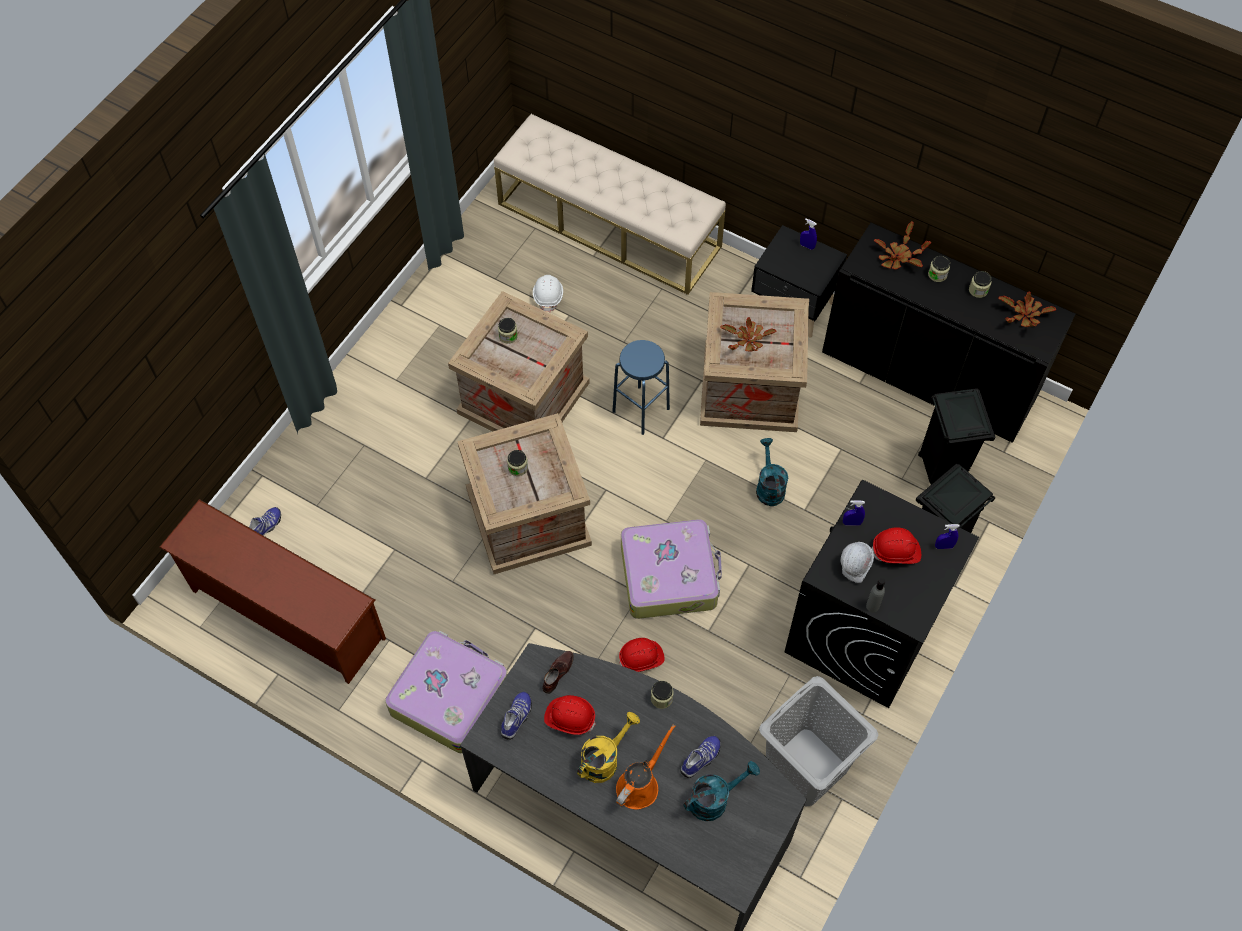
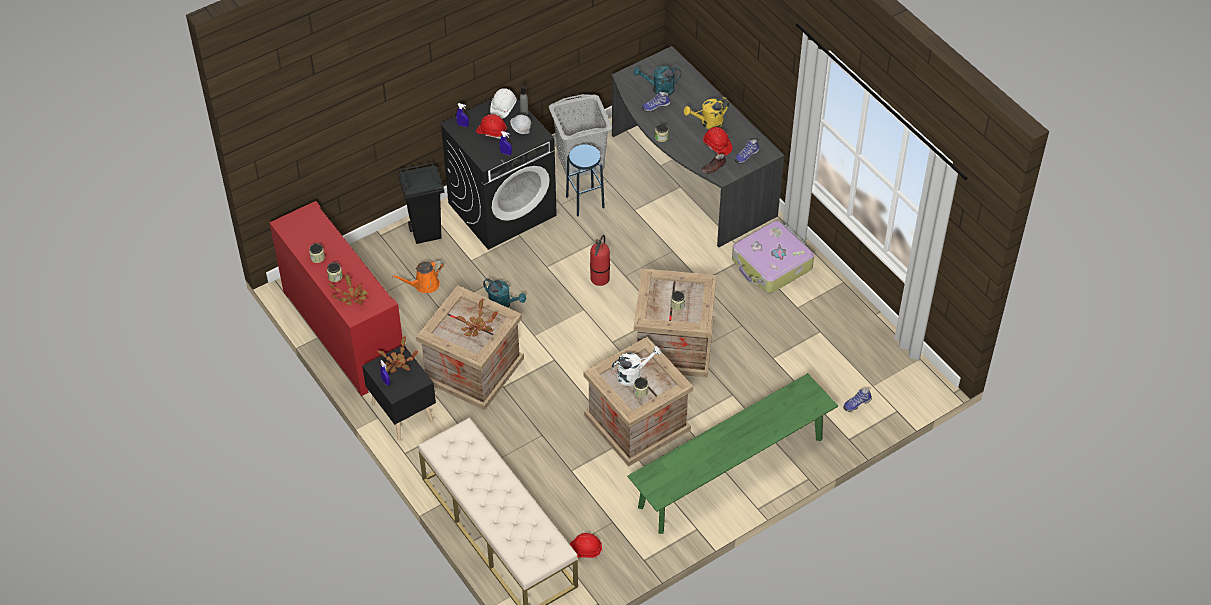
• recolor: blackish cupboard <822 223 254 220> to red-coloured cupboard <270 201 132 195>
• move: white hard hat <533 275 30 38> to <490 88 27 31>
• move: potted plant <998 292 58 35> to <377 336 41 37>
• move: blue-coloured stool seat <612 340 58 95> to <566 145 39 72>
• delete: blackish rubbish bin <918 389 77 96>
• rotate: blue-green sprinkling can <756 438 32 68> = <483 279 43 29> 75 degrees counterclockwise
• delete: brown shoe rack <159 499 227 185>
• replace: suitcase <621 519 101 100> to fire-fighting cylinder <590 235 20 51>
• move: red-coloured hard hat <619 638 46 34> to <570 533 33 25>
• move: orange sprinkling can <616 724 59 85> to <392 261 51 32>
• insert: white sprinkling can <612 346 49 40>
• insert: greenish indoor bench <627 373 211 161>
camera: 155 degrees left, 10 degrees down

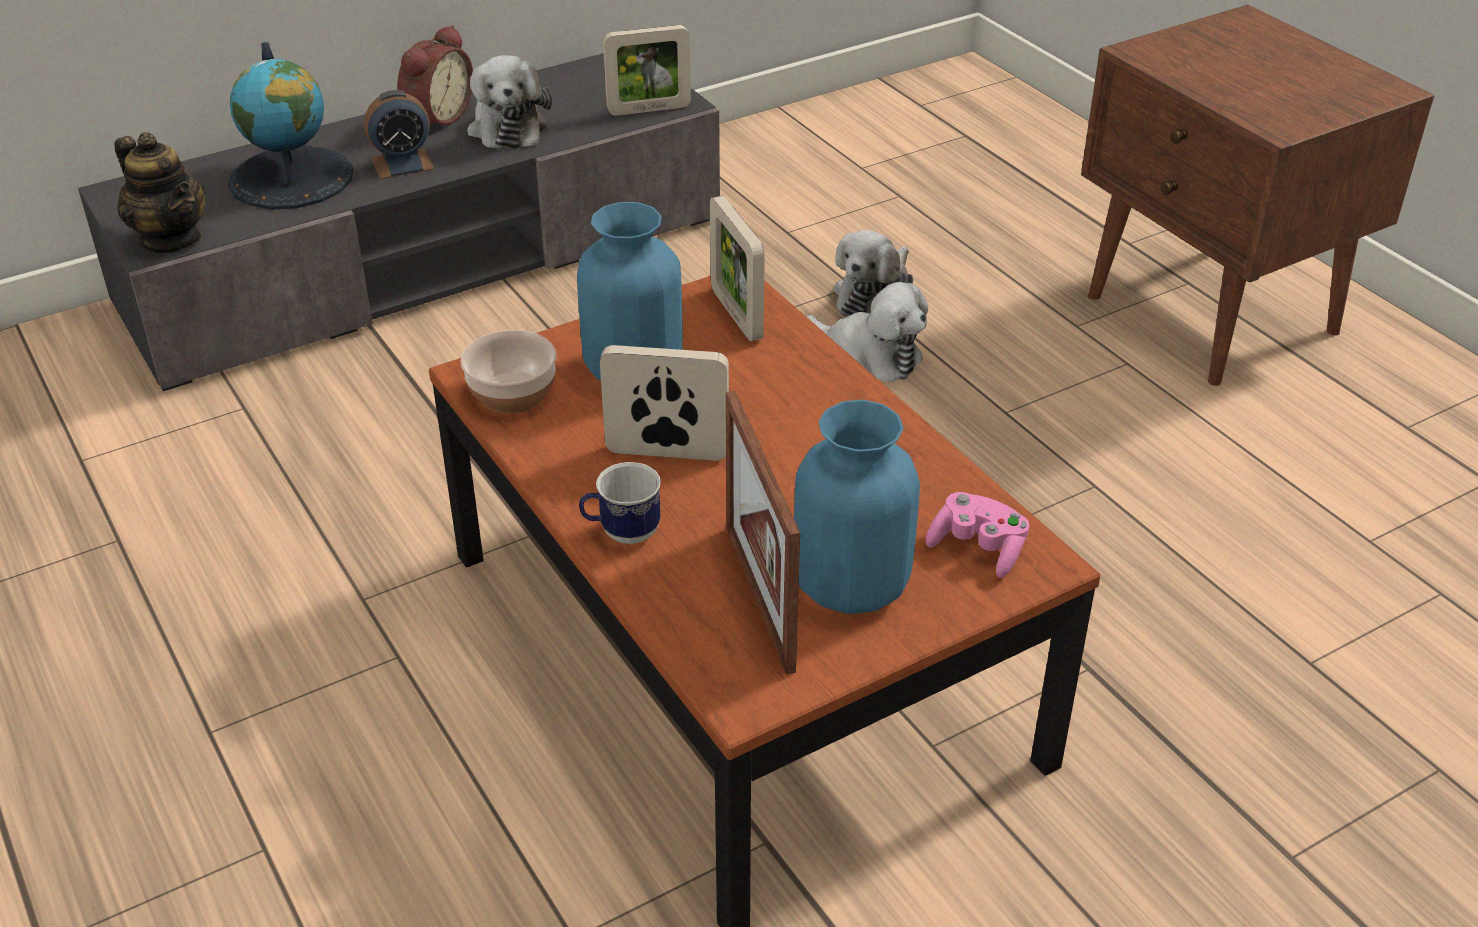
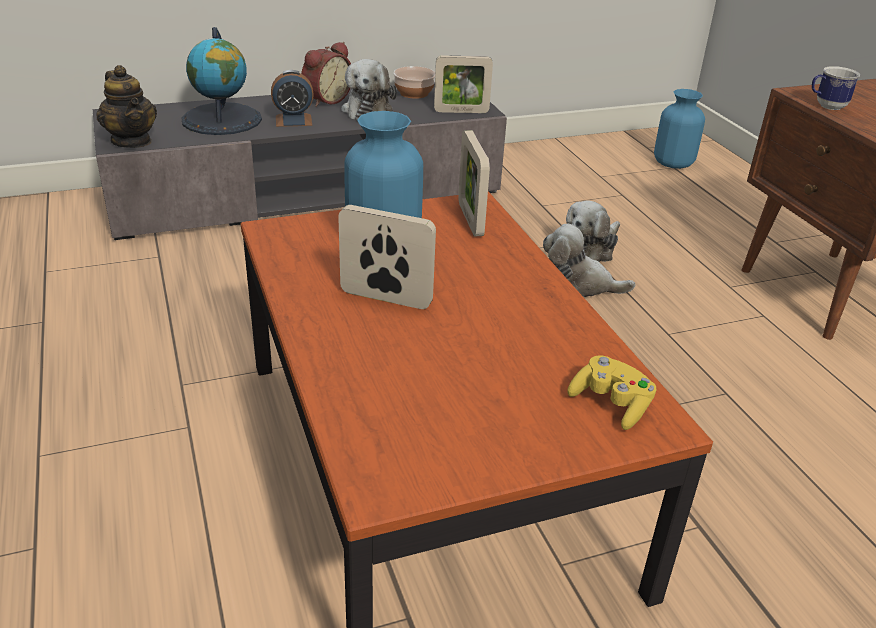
• rotate: cuddly toy <806 282 122 100> = <543 224 92 73> 150 degrees clockwise
• move: deep dish <460 330 96 84> to <393 66 42 33>
• delete: photo frame <726 391 74 284>
• move: blue-coloured vase <794 400 126 214> to <654 89 51 80>
• move: coffee mug <579 462 82 82> to <812 66 48 44>
• recolor: pink-coloured game controller <926 492 103 86> to yellow game controller <567 355 89 75>
camera: 10 degrees right, 5 degrees down

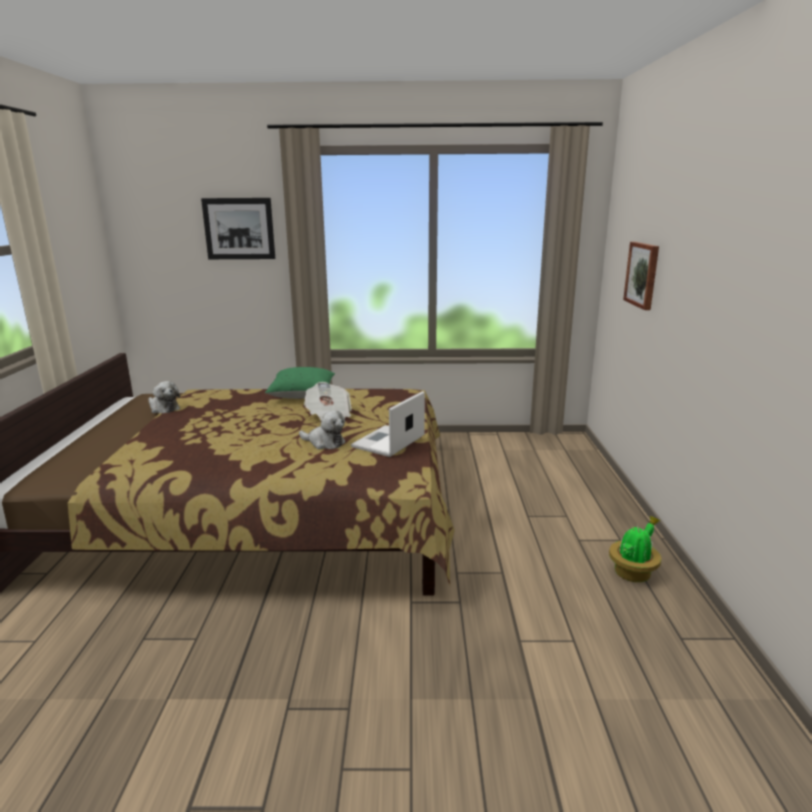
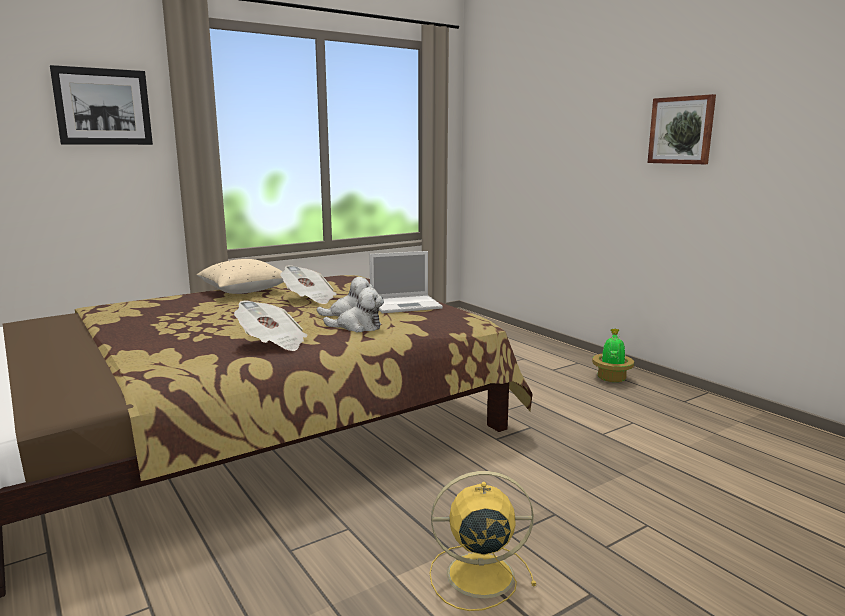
• move: wall picture <623 242 36 68> to <647 94 69 70>
• recolor: greenish throw pillow <265 367 70 32> to sand-coloured throw pillow <197 259 87 35>
• move: cuddly toy <149 381 31 32> to <323 287 61 45>
• rotate: notebook computer <351 391 74 66> = <369 251 74 62> 105 degrees counterclockwise
• insert: newspaper <234 300 73 51>
• insert: yellow cooling fan <430 471 106 140>
camera: 35 degrees left, 5 degrees down

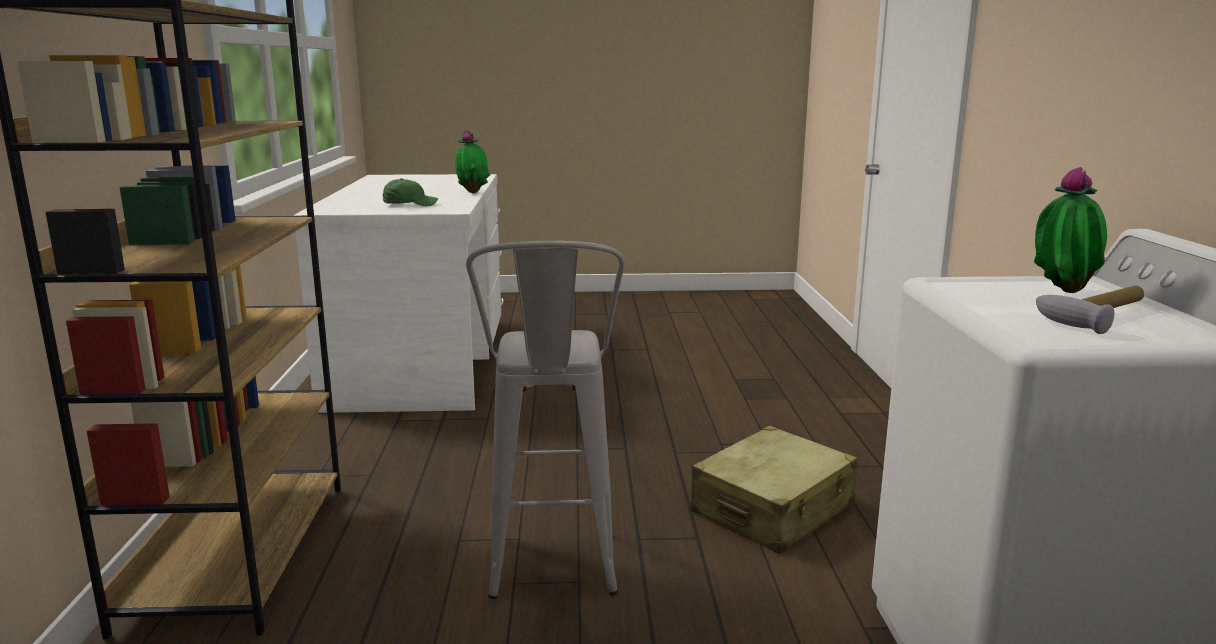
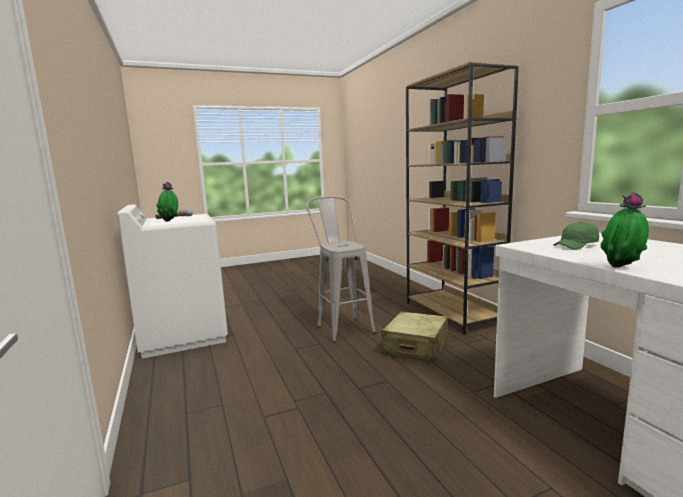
• move: sand-coloured suitcase <690 426 168 128> to <382 311 66 51>
camera: 160 degrees right, 5 degrees down

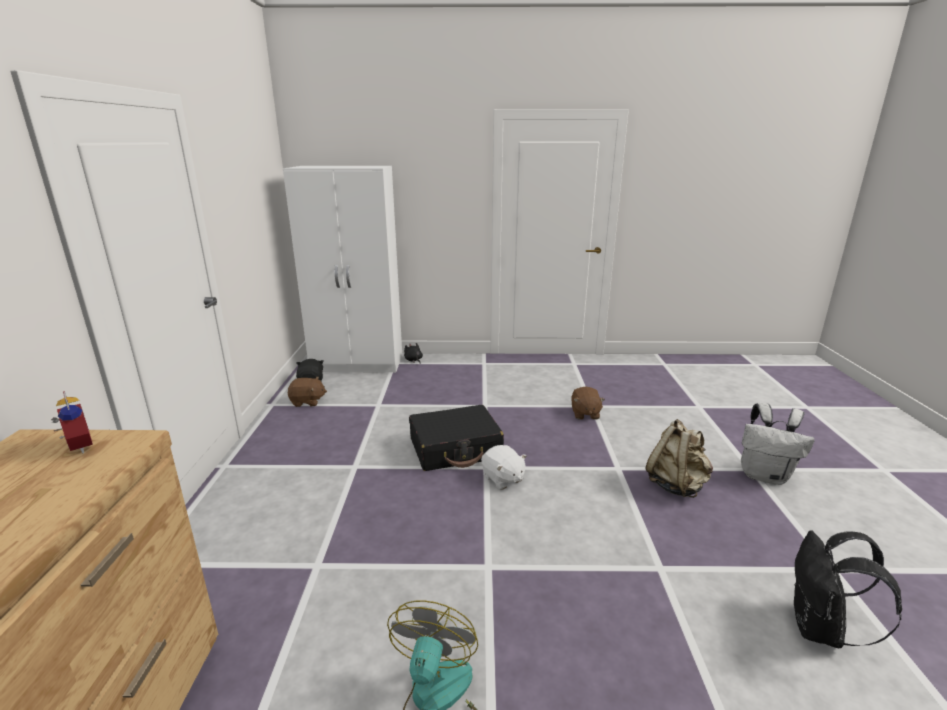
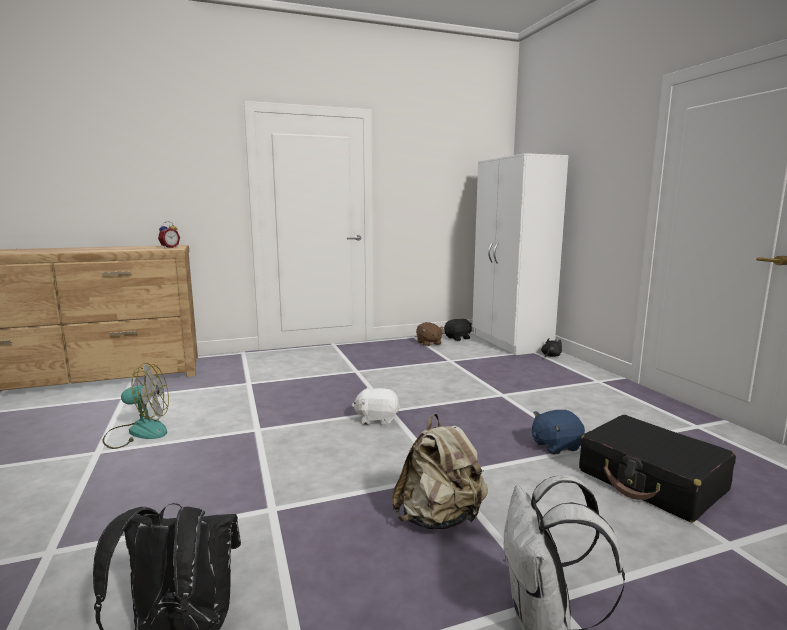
• recolor: brown cuddly toy <571 387 34 33> to blue-coloured cuddly toy <532 410 53 45>
• move: blackish suitcase <409 405 95 66> to <579 415 157 107>
• rotate: white cuddly toy <481 445 46 44> = <352 387 48 39> 60 degrees clockwise
camera: 70 degrees right, 10 degrees down

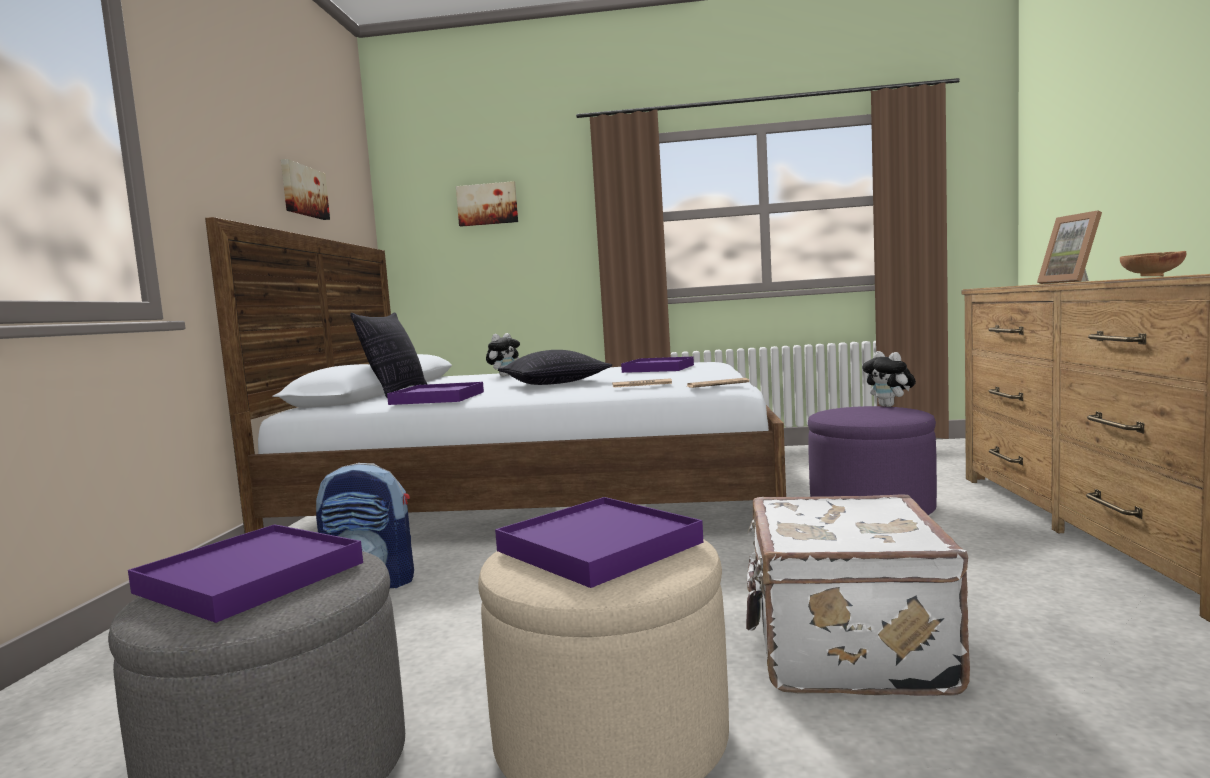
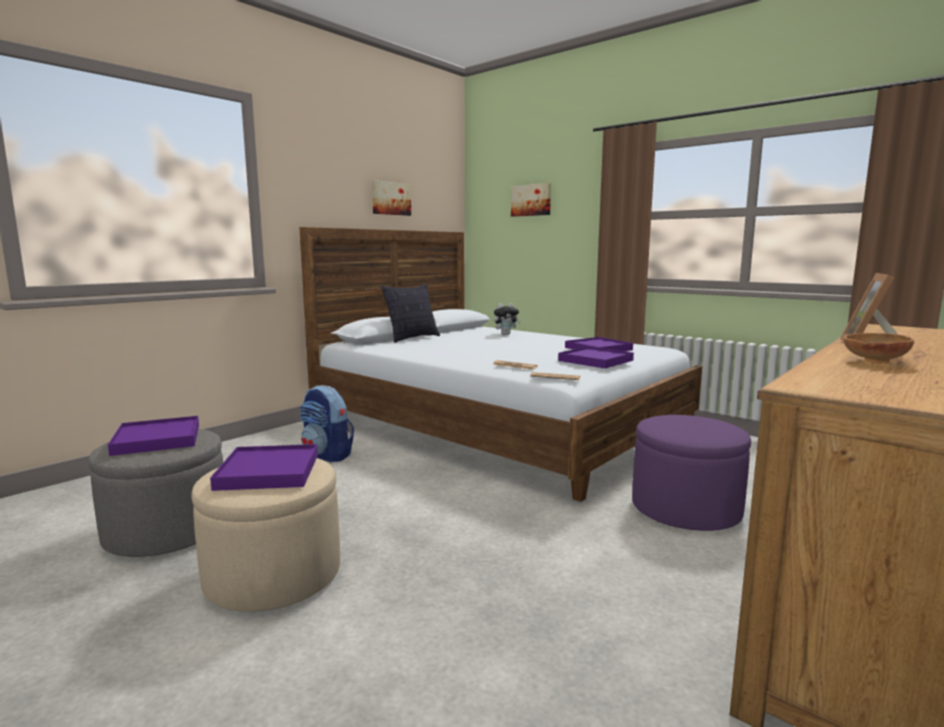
• delete: throw pillow <498 350 114 35>
• delete: cuddly toy <862 351 54 56>
• move: purple tray <387 382 97 23> to <558 346 76 22>
• delete: white suitcase <746 494 224 202>
camera: 35 degrees right, 5 degrees up

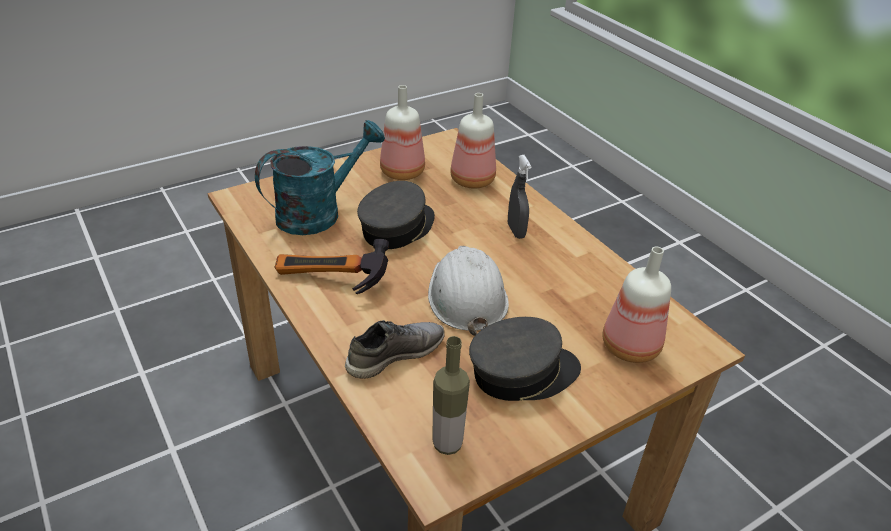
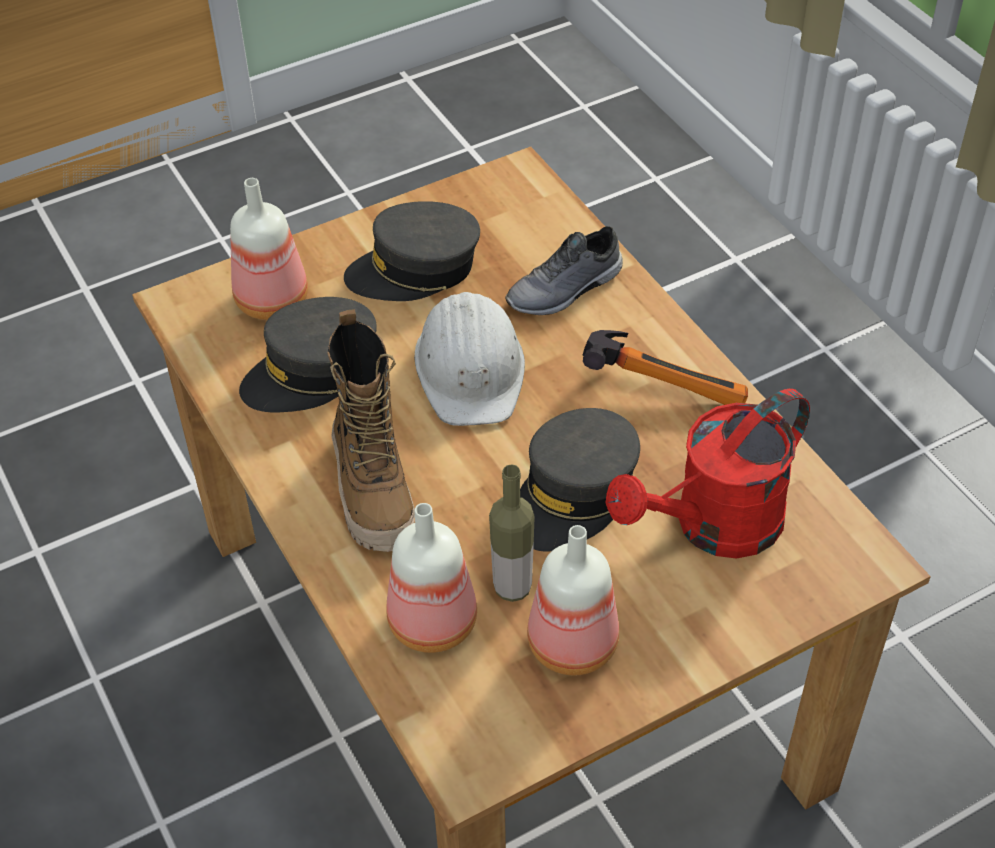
• recolor: blue-green sprinkling can <255 120 130 115> to red-coloured sprinkling can <605 389 205 170>
• replace: grey hand sprayer <508 155 24 84> to high-top boot <327 309 88 243>
• move: beverage bottle <432 336 38 119> to <489 464 46 138>
• insert: grey baseball cap <239 297 138 115>
camera: 175 degrees left, 10 degrees up

